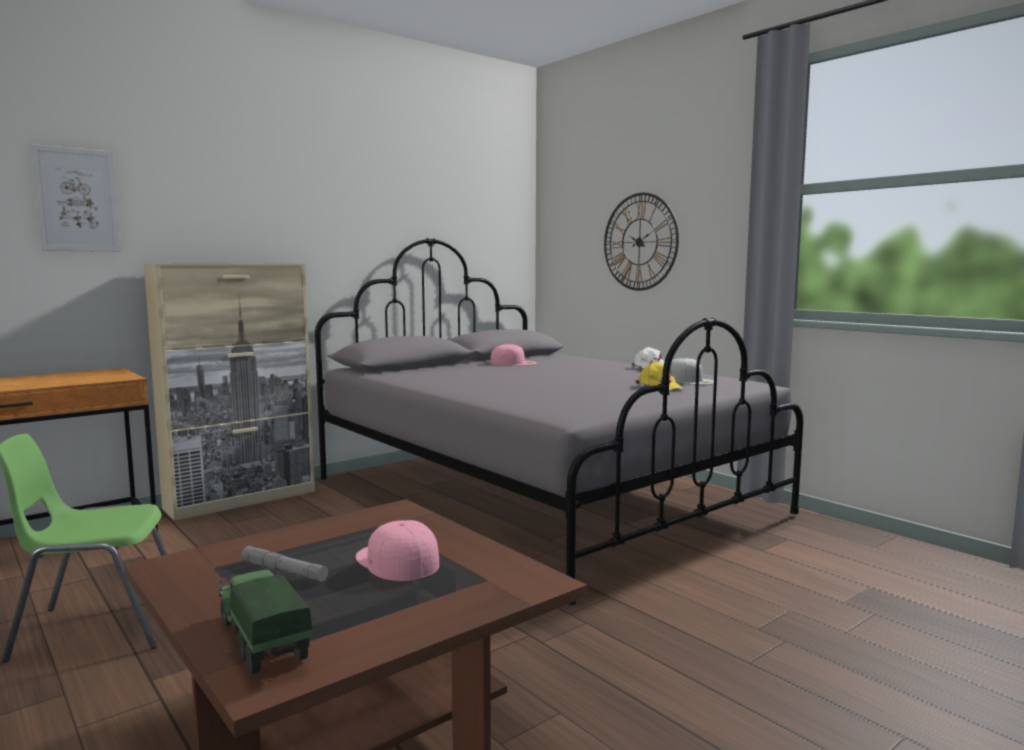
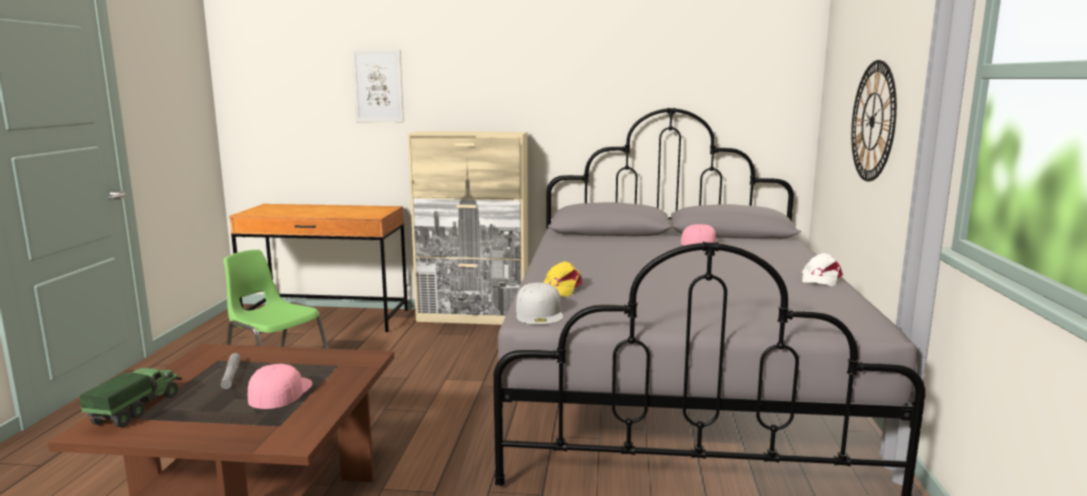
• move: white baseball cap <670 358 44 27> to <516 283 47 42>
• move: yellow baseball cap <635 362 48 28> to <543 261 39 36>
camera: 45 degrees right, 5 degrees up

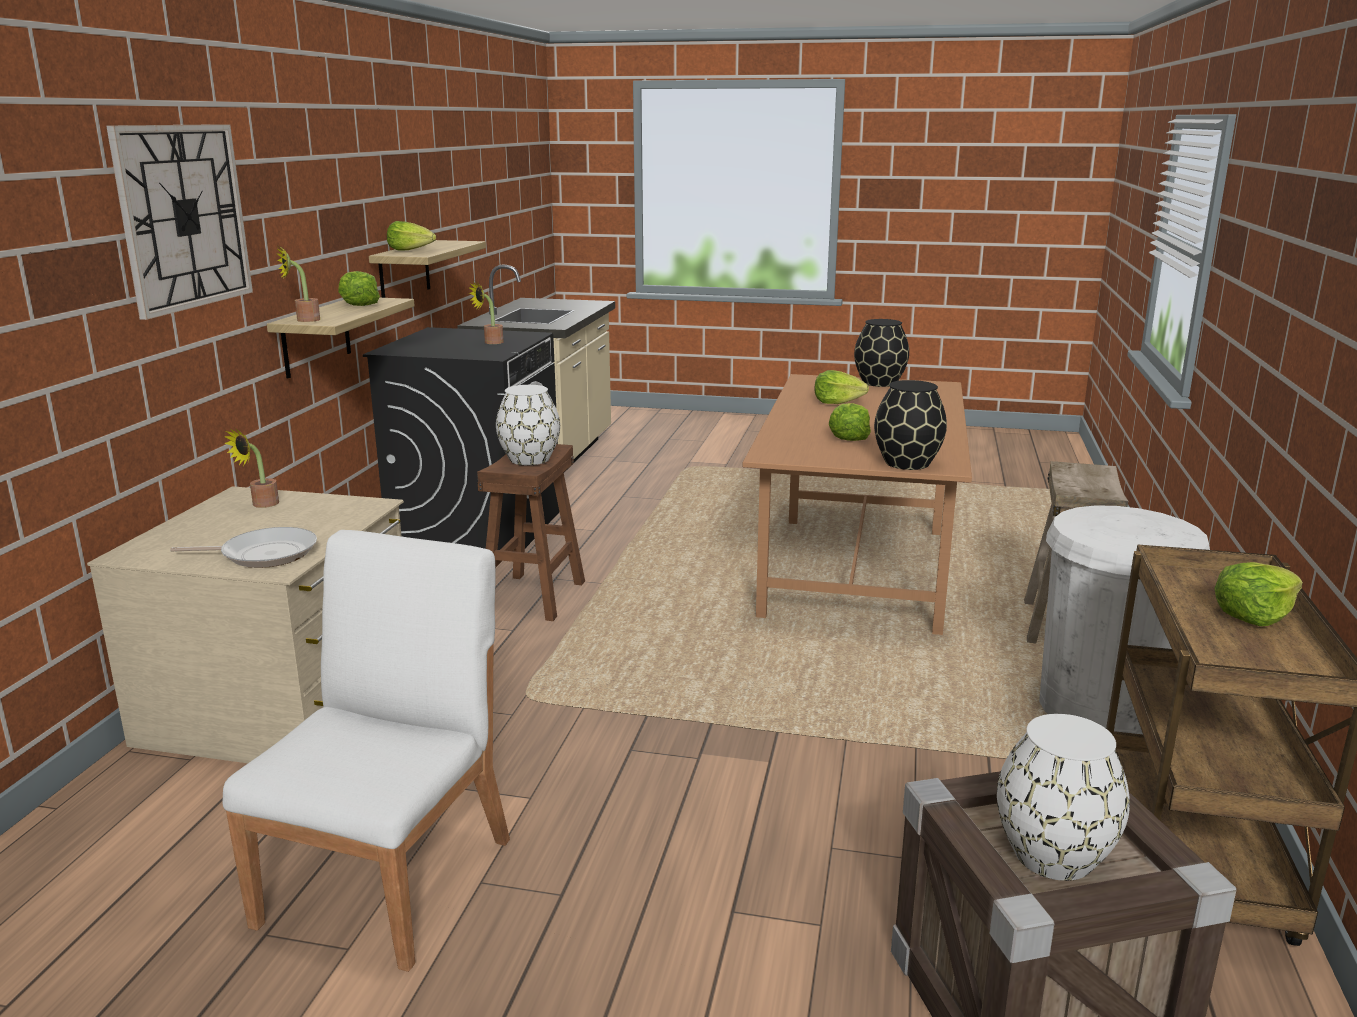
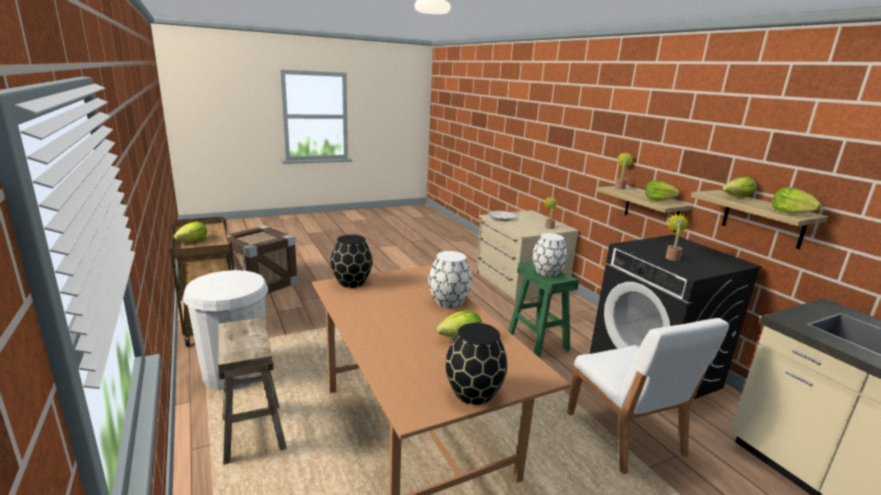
• delete: wall clock <106 124 147 196>
• move: lettuce <829 403 42 38> to <772 187 50 26>
• recolor: brown stool seat <477 444 108 177> to greenish stool seat <508 261 71 97>
• move: white upright chair <222 530 288 442> to <567 318 162 156>
• move: white vase <997 714 133 167> to <428 251 44 57>
camera: 140 degrees right, 0 degrees up

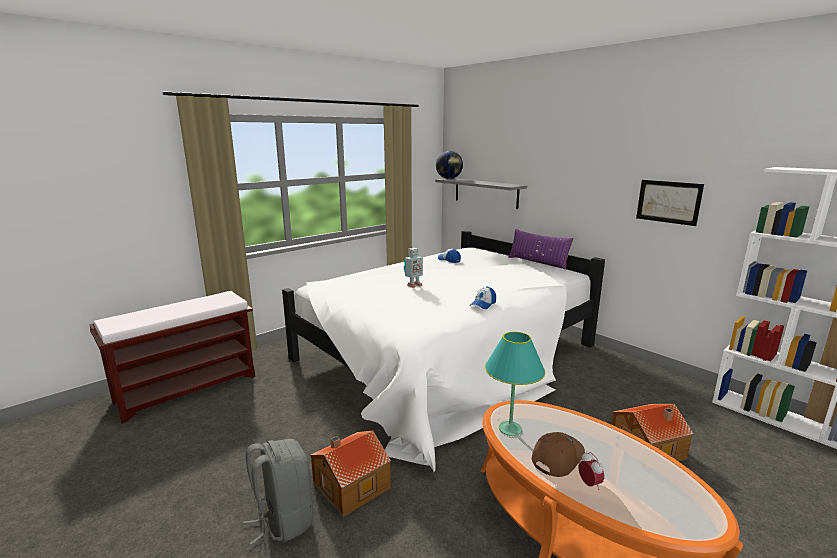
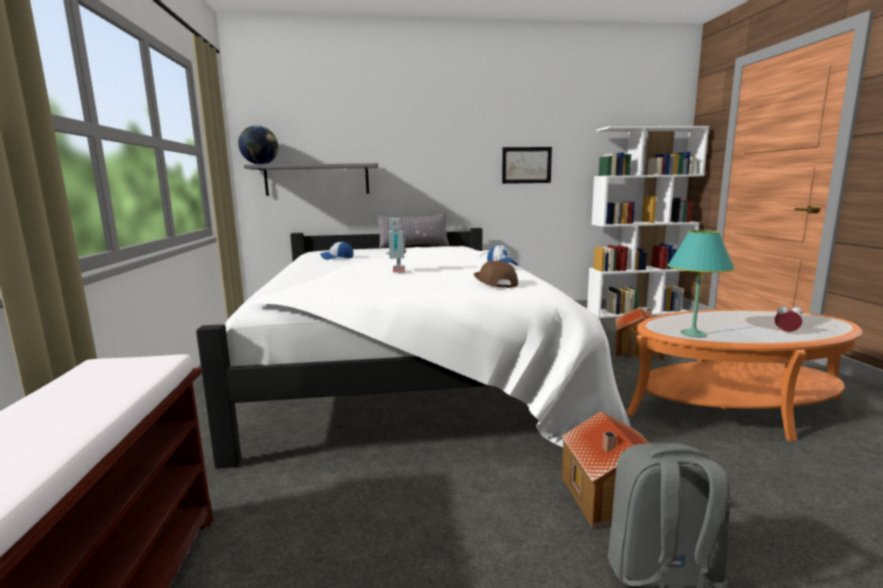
• recolor: purple throw pillow <508 229 66 40> to grey throw pillow <376 213 73 36>
• move: brown baseball cap <532 432 53 45> to <474 261 44 27>
camera: 55 degrees left, 5 degrees down

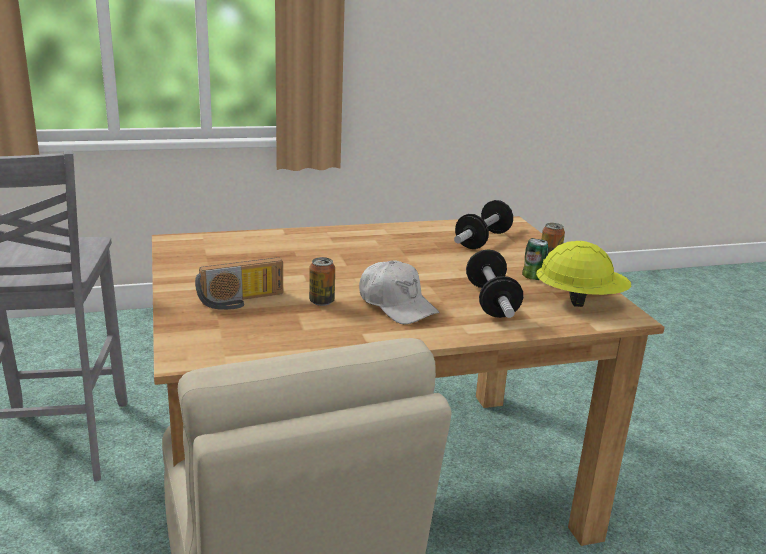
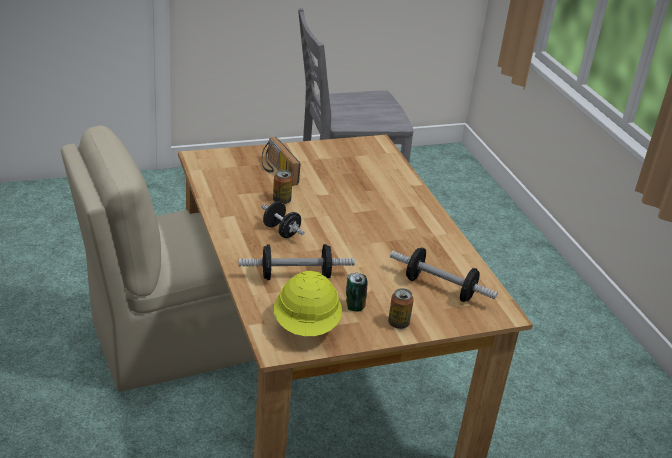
• replace: white baseball cap <359 260 80 64> to blackish hand weight <262 202 43 36>
camera: 85 degrees right, 10 degrees up

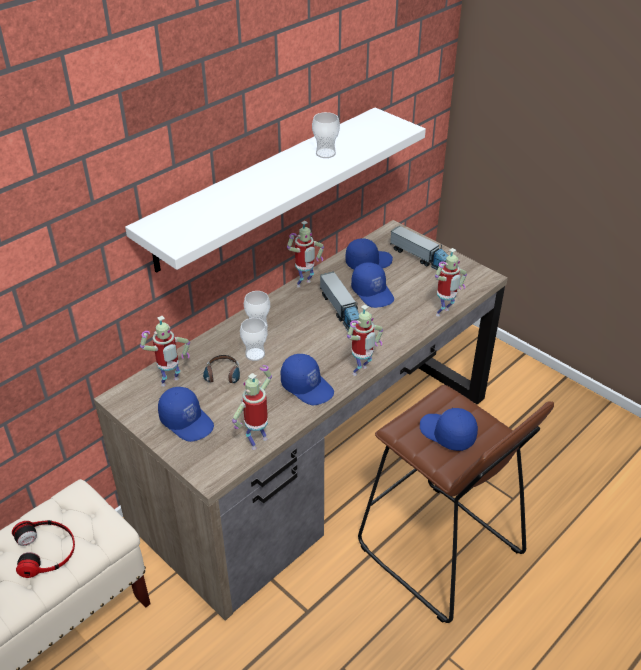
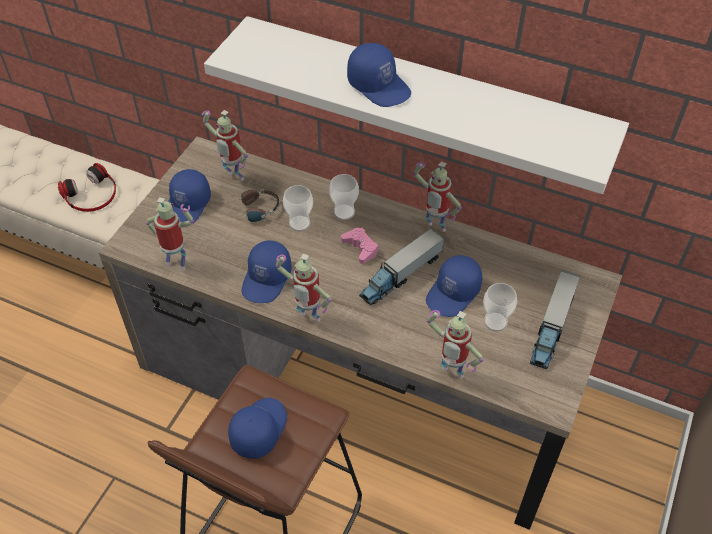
• move: drinking cup <312 112 28 46> to <483 283 34 49>
• move: blue-coloured baseball cap <345 238 48 32> to <347 43 64 64>
• insert: pink-coloured game controller <341 228 38 36>
camera: 70 degrees right, 10 degrees up

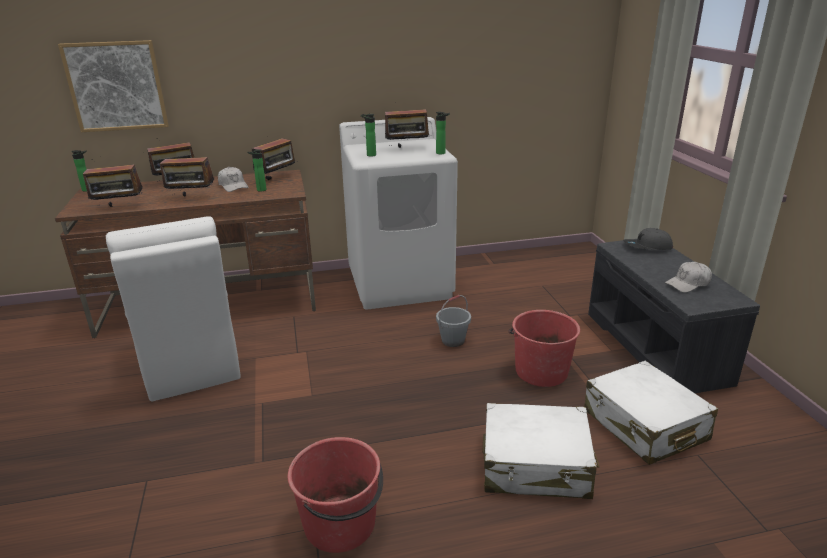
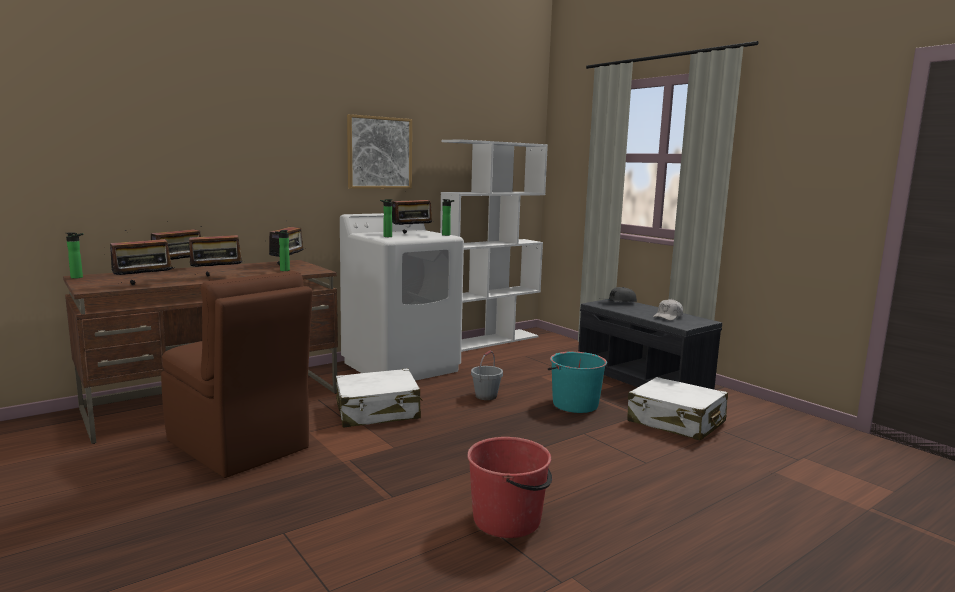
• move: wall picture <58 40 111 92> to <347 114 65 75>
• delete: white baseball cap <218 167 31 25>
• recolor: white upright chair <106 216 135 186> to brown upright chair <161 271 152 207>
• recolor: red-coloured bucket <509 310 71 77> to blue-green bucket <548 352 59 61>
• move: white suitcase <482 403 117 96> to <336 369 87 59>
• insert: white bookshelf <440 139 108 213>
camera: 25 degrees left, 15 degrees down

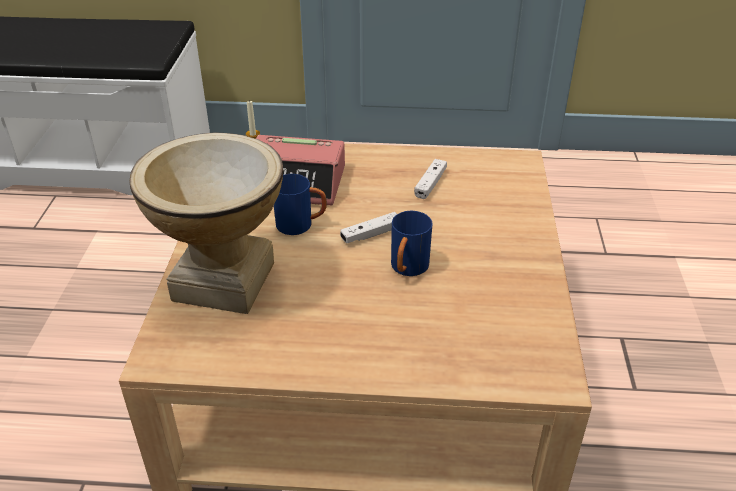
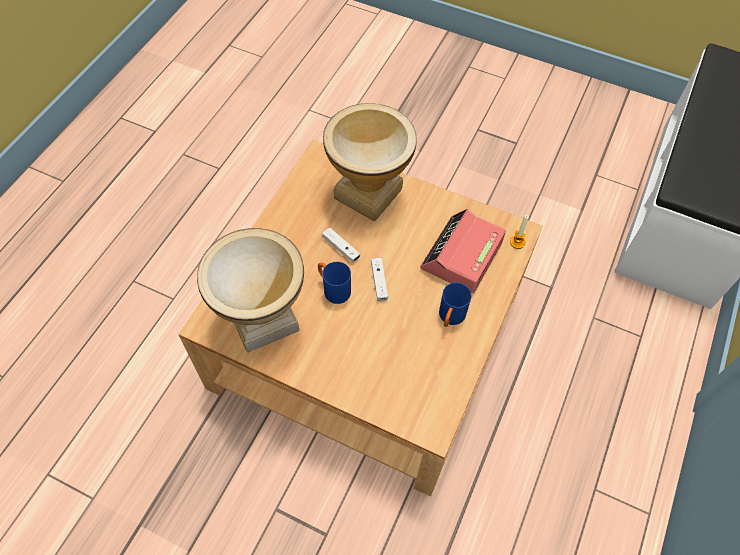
• move: white game controller <414 159 33 40> to <322 228 38 34>
• move: blue-coloured coffee mug <274 174 53 61> to <439 282 33 45>
• insert: vase <197 228 107 125>
camera: 110 degrees right, 20 degrees up

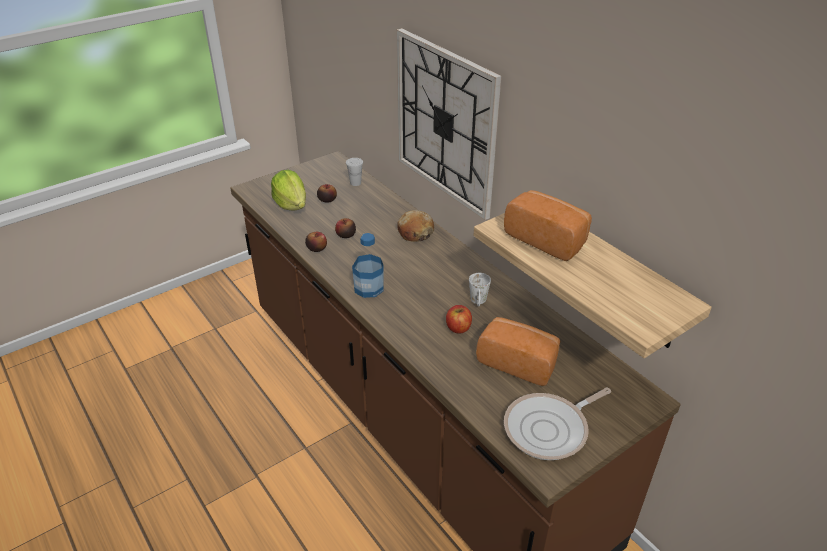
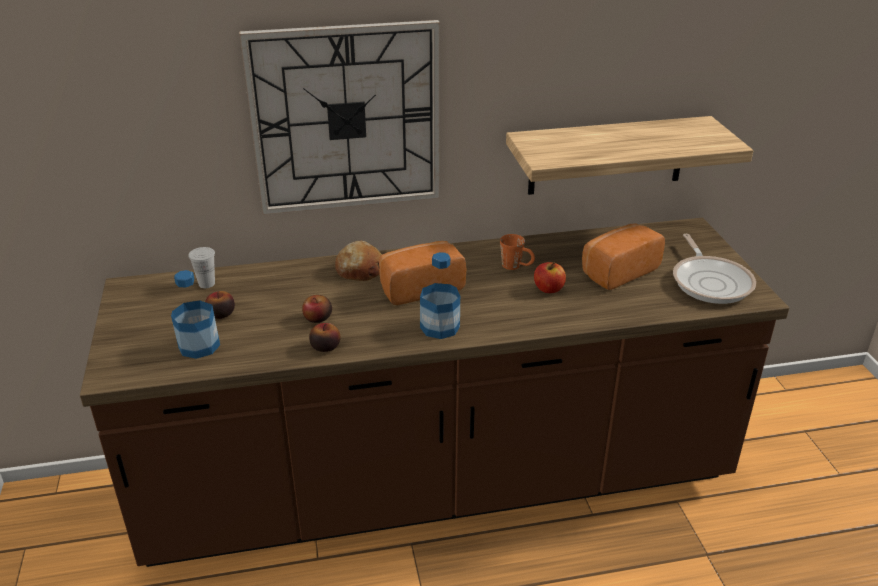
• replace: lettuce <271 170 35 41> to beverage bottle <171 270 49 89>
• move: bakery bread <504 190 88 71> to <379 241 87 64>
• recolor: white coffee mug <469 273 22 34> to orange coffee mug <500 234 35 36>
camera: 65 degrees left, 5 degrees down

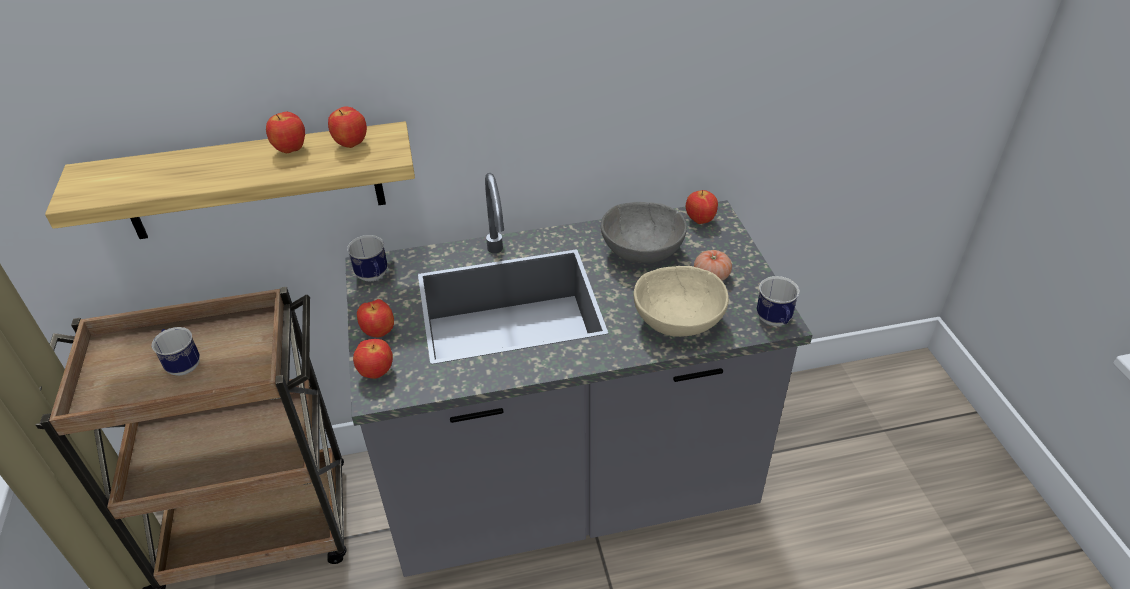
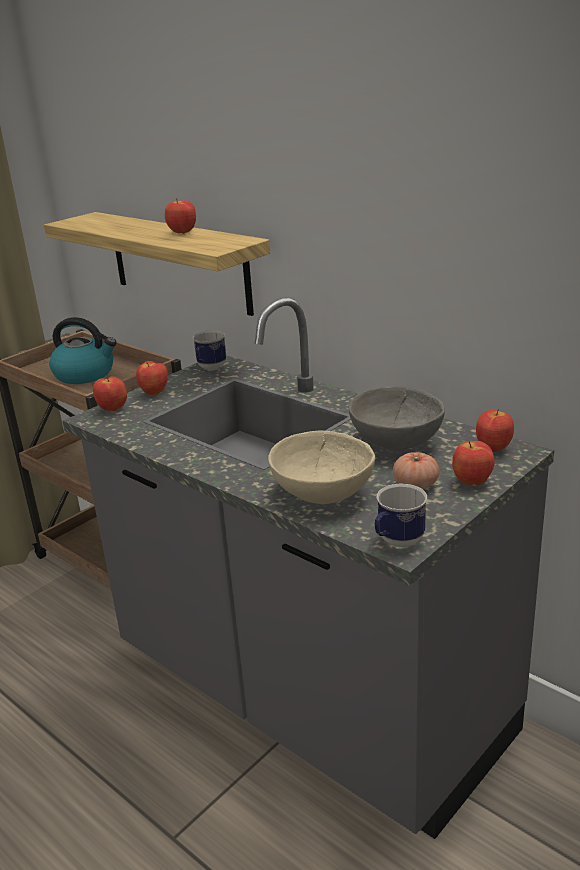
• move: whole apple <328 106 39 42> to <452 441 43 44>
• replace: coffee mug <152 327 48 49> to tea kettle <49 317 68 67>
camera: 55 degrees right, 15 degrees down

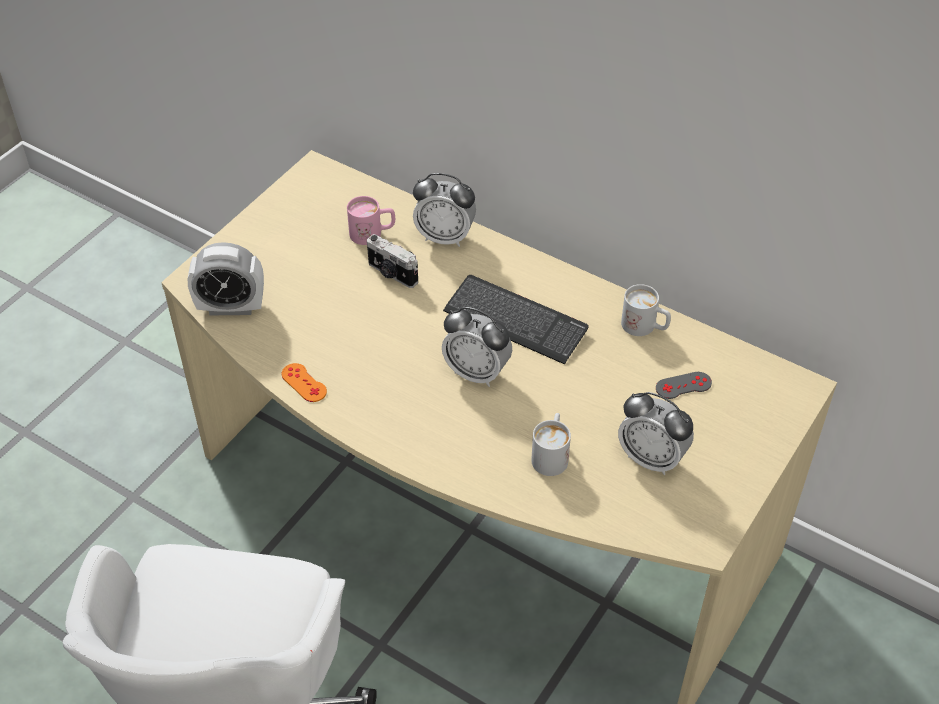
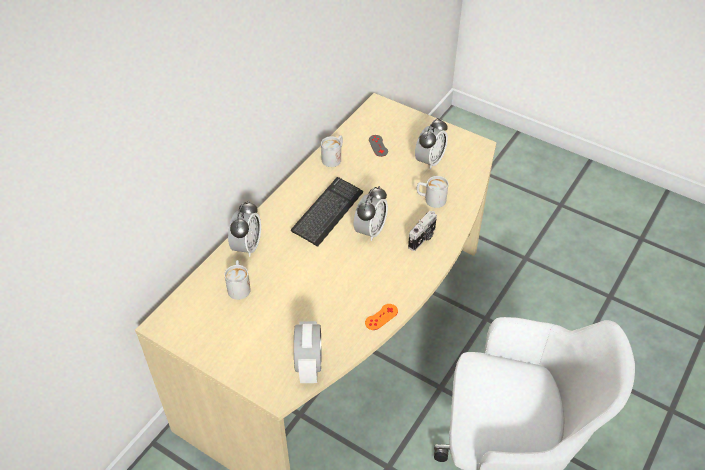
• recolor: pink-coloured coffee mug <347 196 48 49> to white coffee mug <224 260 27 40>
• move: photo camera <367 234 51 54> to <408 211 29 40>
camera: 90 degrees left, 0 degrees up

